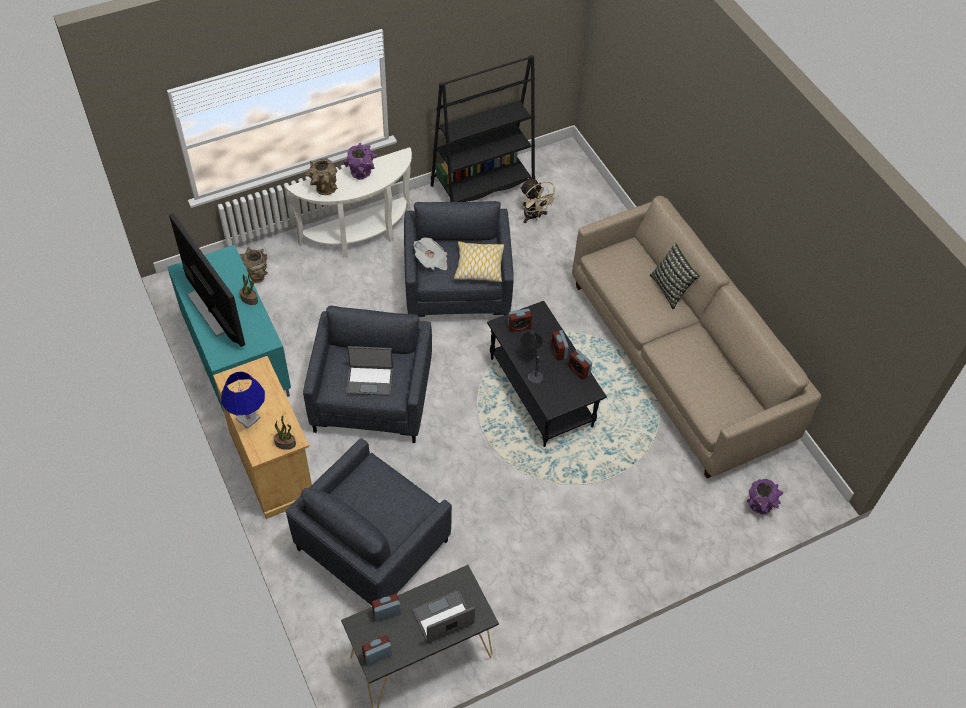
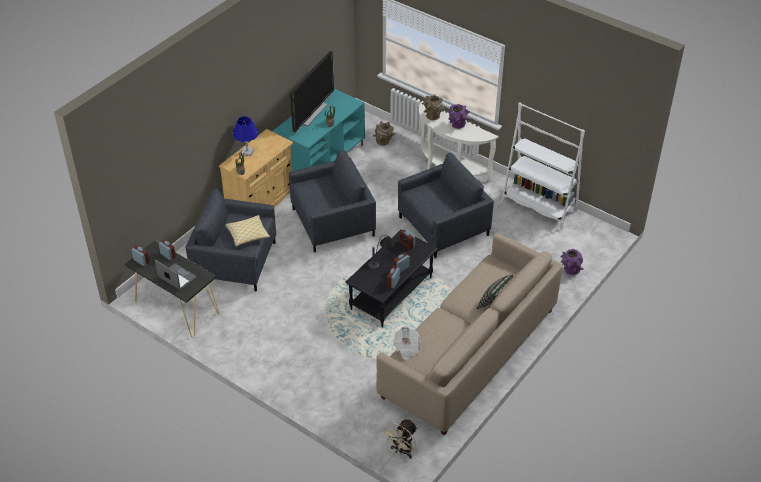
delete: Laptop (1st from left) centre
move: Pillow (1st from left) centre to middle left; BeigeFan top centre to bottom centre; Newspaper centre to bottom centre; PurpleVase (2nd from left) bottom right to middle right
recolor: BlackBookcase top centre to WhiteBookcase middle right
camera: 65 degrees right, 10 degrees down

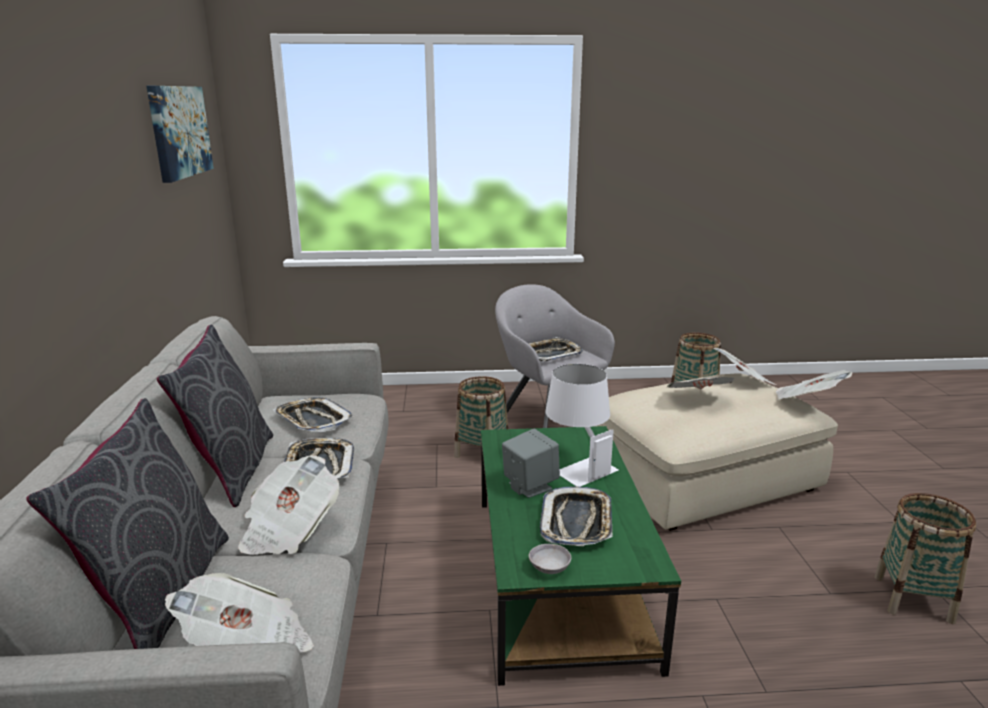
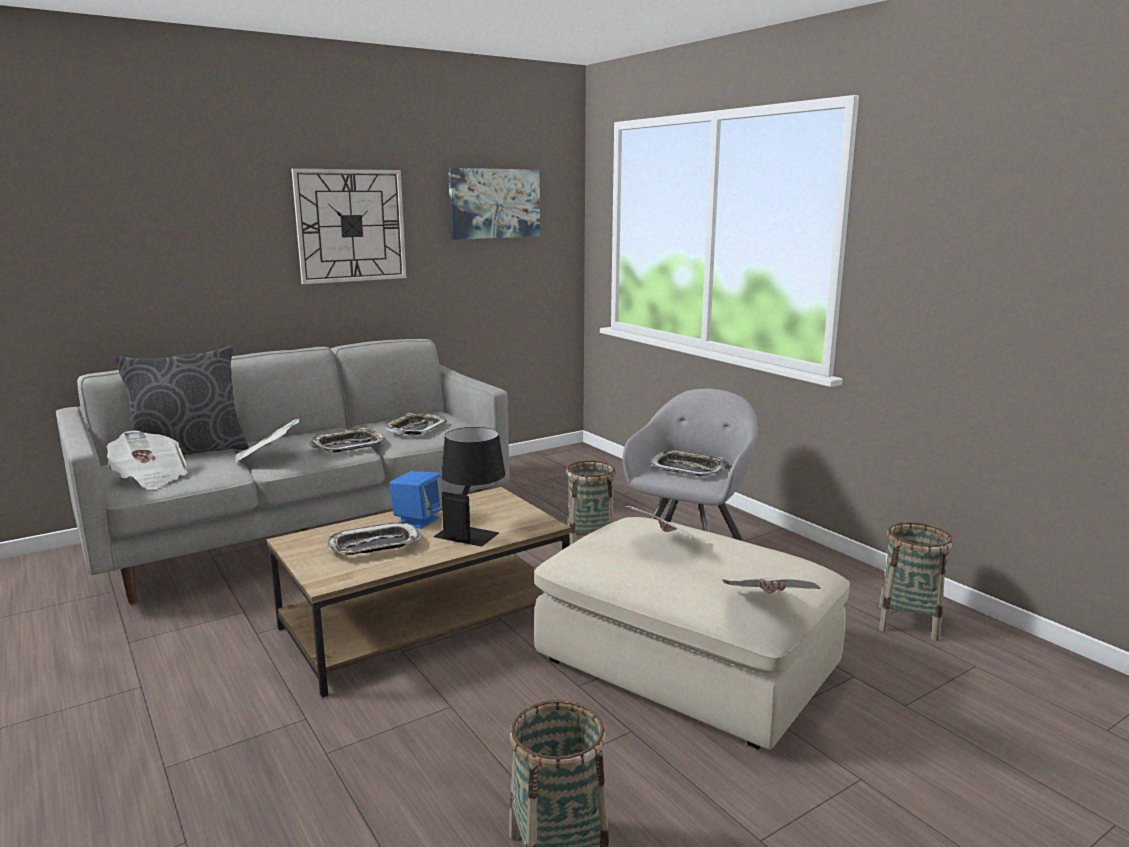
delete: GreyPillow (2nd from left) middle left; GreyBowl bottom centre; Newspaper (4th from left) middle right
insert: WallClock top left
recolor: GreenCoffeeTable bottom centre to BrownCoffeeTable bottom centre; GreySpeaker centre to BlueSpeaker centre; WhiteTableLamp centre to BlackTableLamp centre
camera: 60 degrees right, 5 degrees down

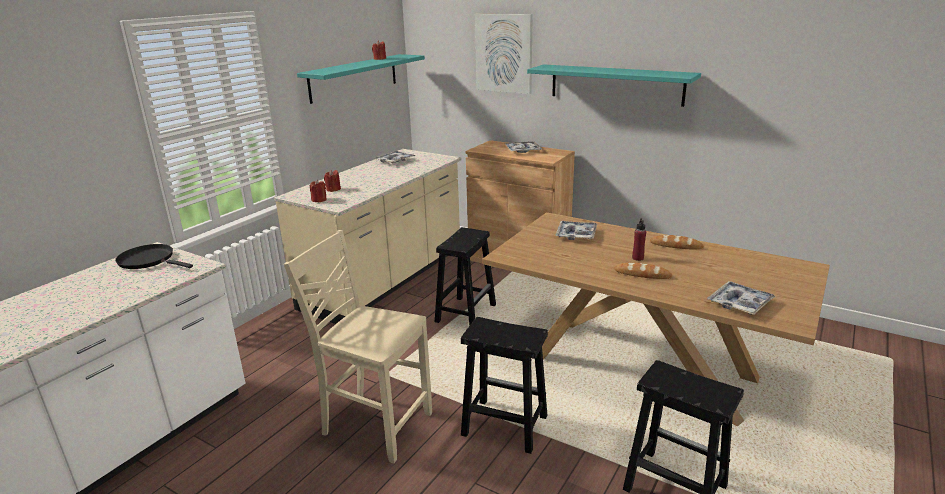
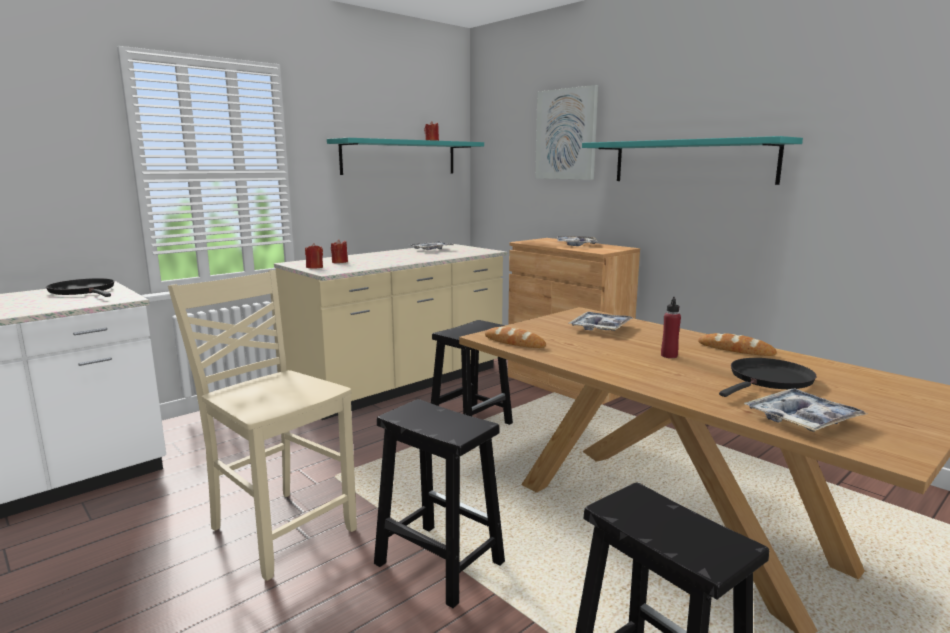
insert: BlackFryingPan (2nd from left) middle right
move: Bread (1st from left) middle right to centre
camera: 15 degrees right, 10 degrees down

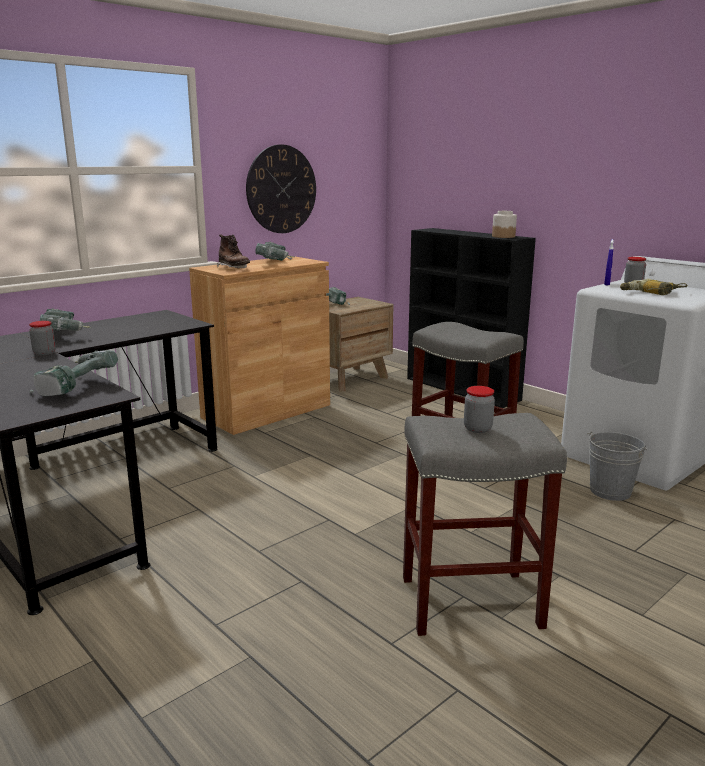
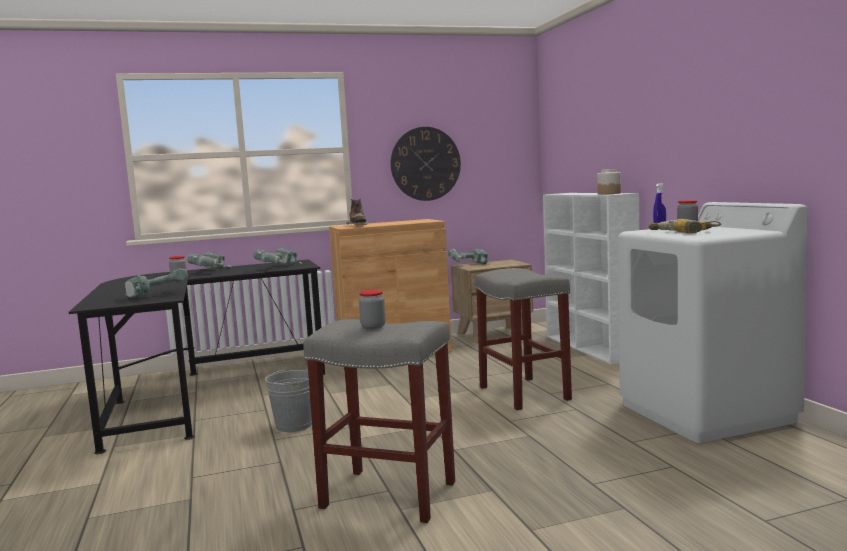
move: PowerDrill (3rd from left) top centre to middle left; GreyBucket middle right to bottom centre
recolor: BlackBookcase middle right to WhiteBookcase middle right
camera: 25 degrees right, 10 degrees down

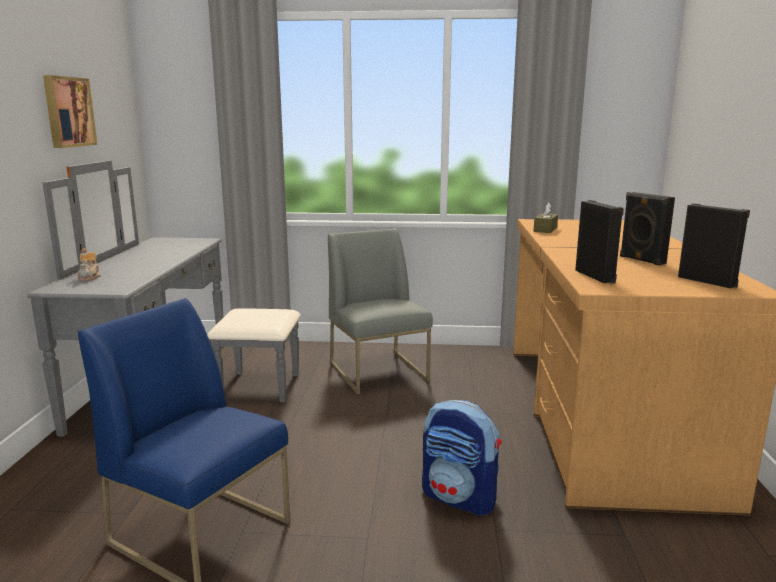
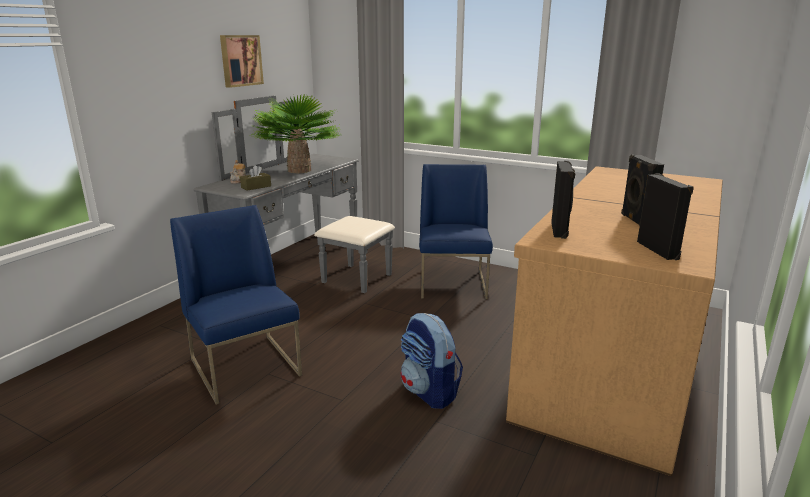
insert: PottedPlant top centre
move: BrownTissueBox middle right to middle left
recolor: GreyChair centre to BlueChair (2nd from left) centre
camera: 25 degrees right, 5 degrees up

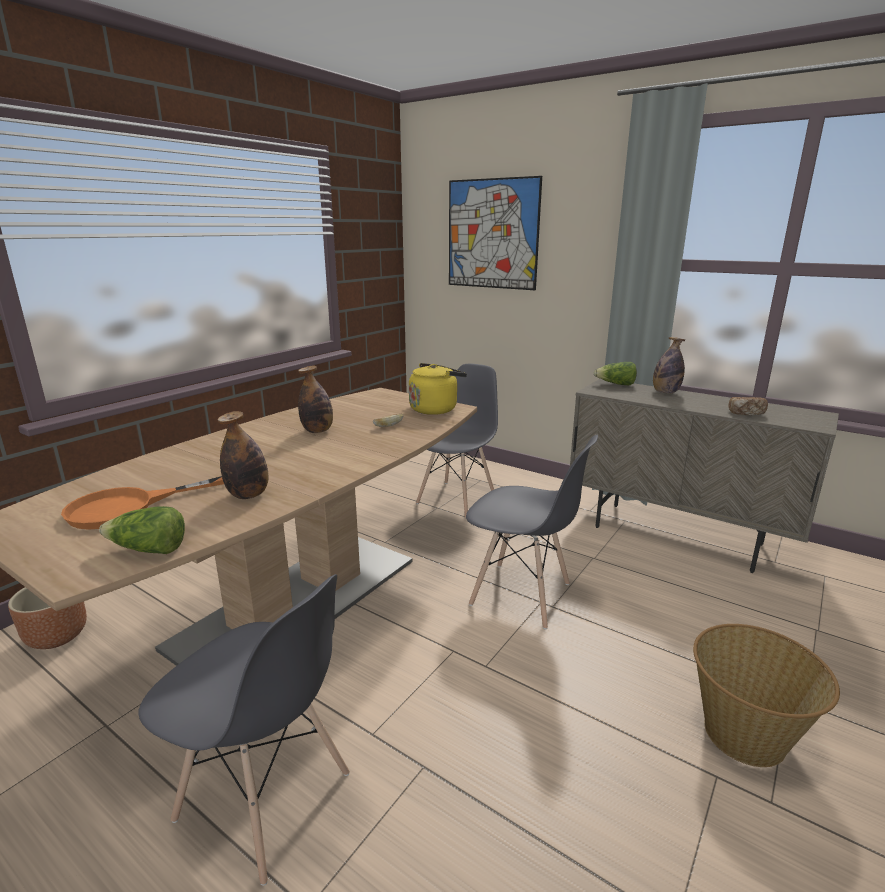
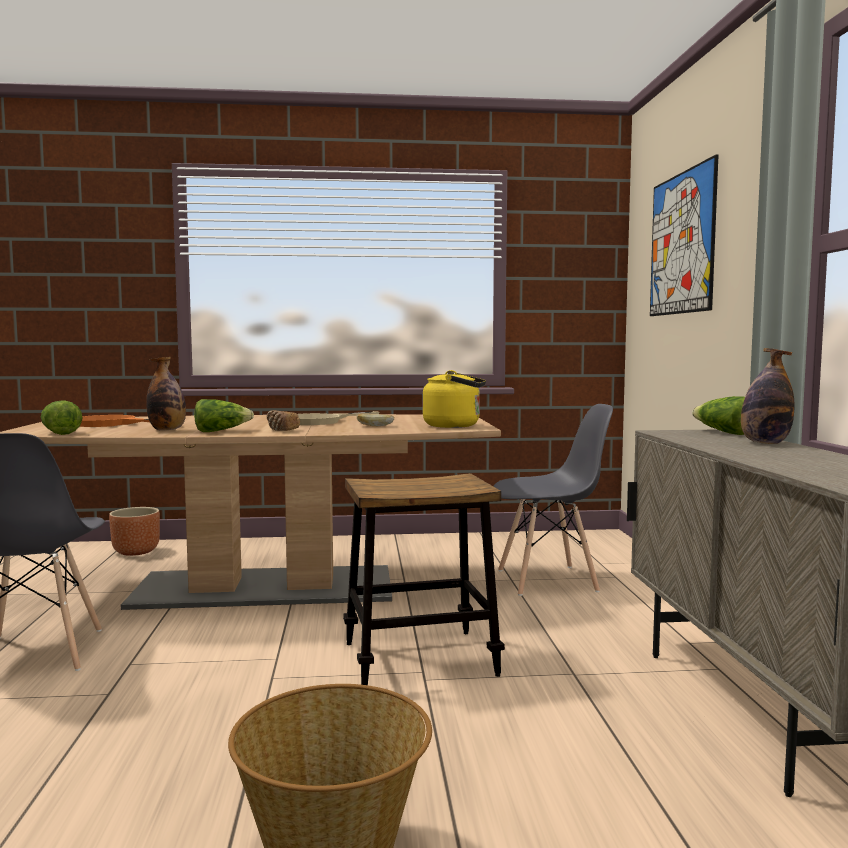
insert: Lettuce (2nd from left) middle left
move: Bread (2nd from left in the first image) middle right to Bread (1st from left) centre
replace: Bottle (2nd from left) centre to BeigeFryingPan centre; GreyChair (3rd from left) centre to Stool bottom centre
camera: 50 degrees right, 15 degrees down

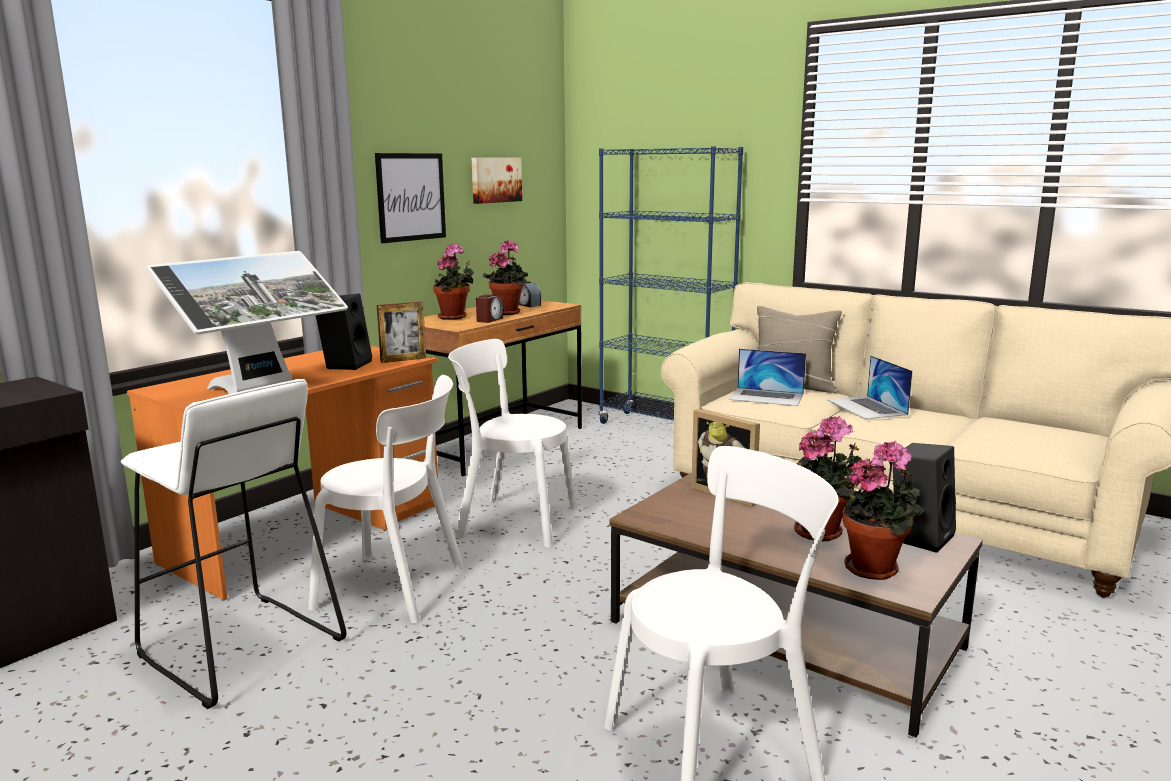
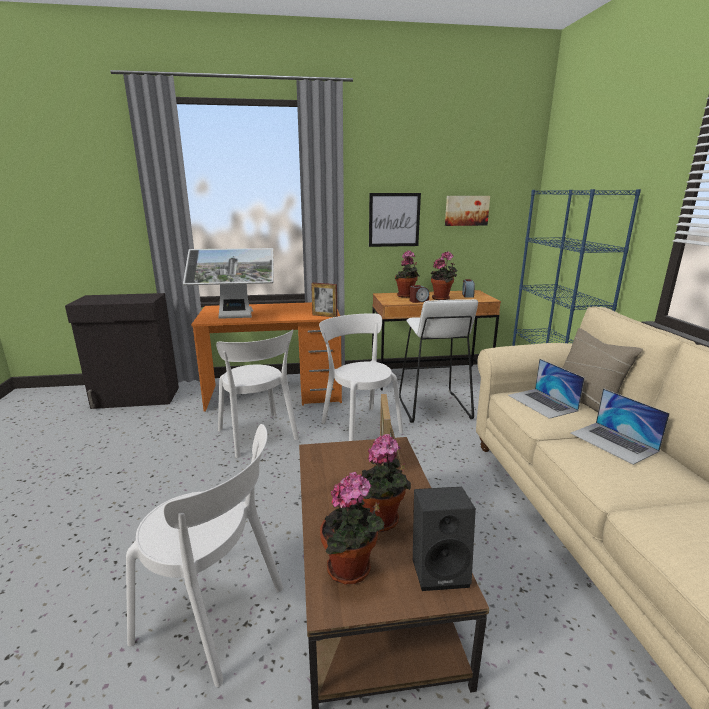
delete: BlackSpeaker (1st from left) middle left
move: WhiteStool bottom left to centre
rotate: Laptop (2nd from left) middle right = middle right 60 degrees counterclockwise
camera: 45 degrees right, 5 degrees up

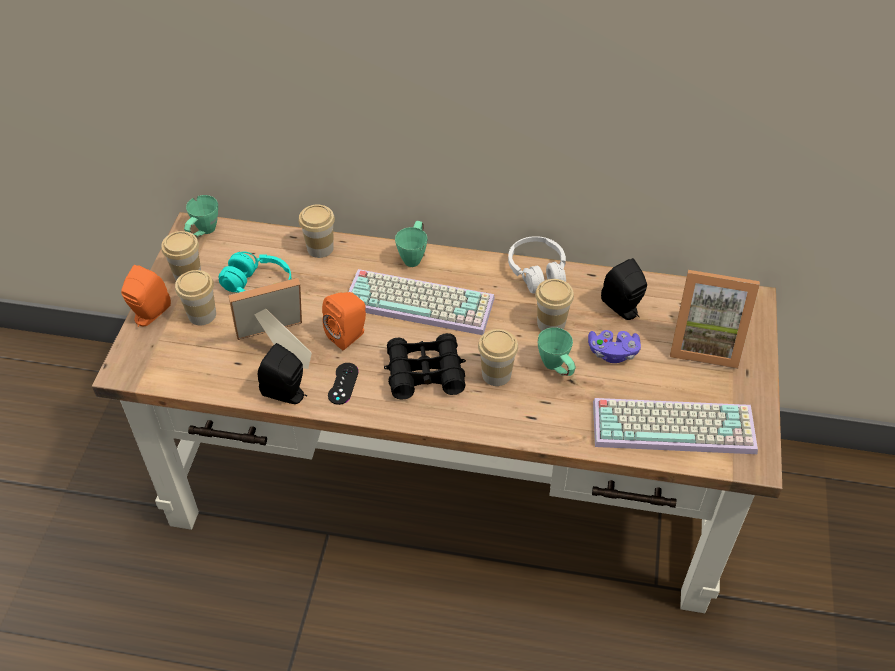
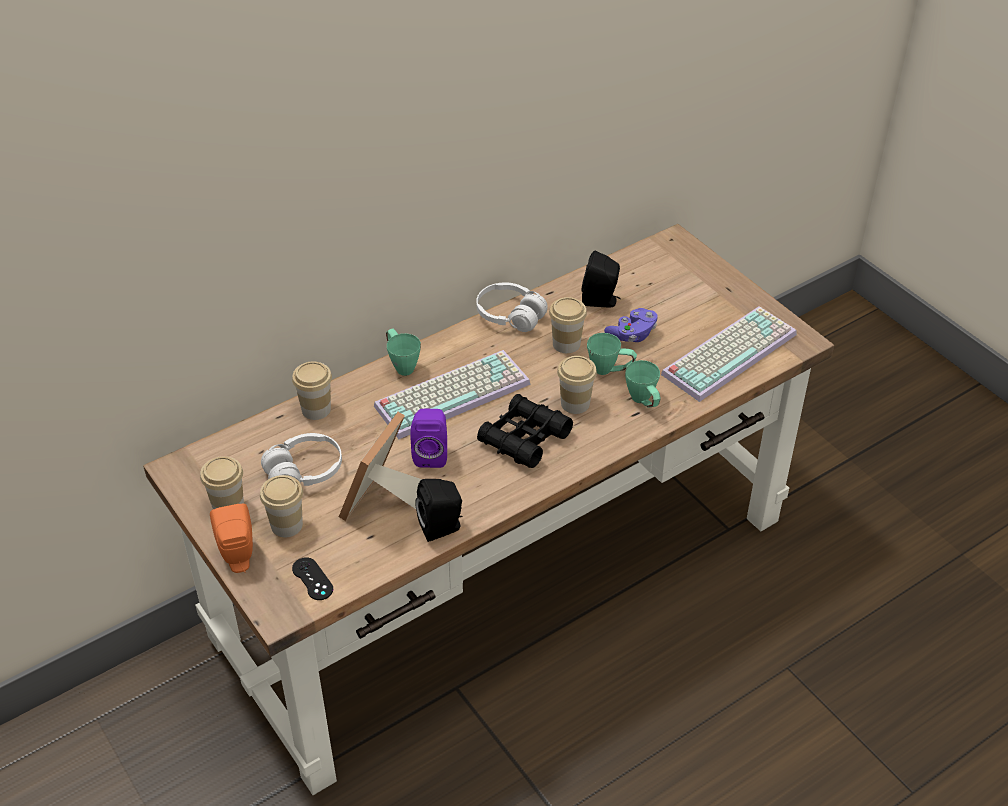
delete: PictureFrame (2nd from left) middle right
move: BlackGameController centre to bottom left; GreenMug (1st from left in the first image) top left to GreenMug (3rd from left) centre
recolor: TurquoiseHeadphones middle left to WhiteHeadphones (1st from left) middle left; OrangeSpeaker (2nd from left) centre to PurpleSpeaker centre
camera: 45 degrees left, 5 degrees down

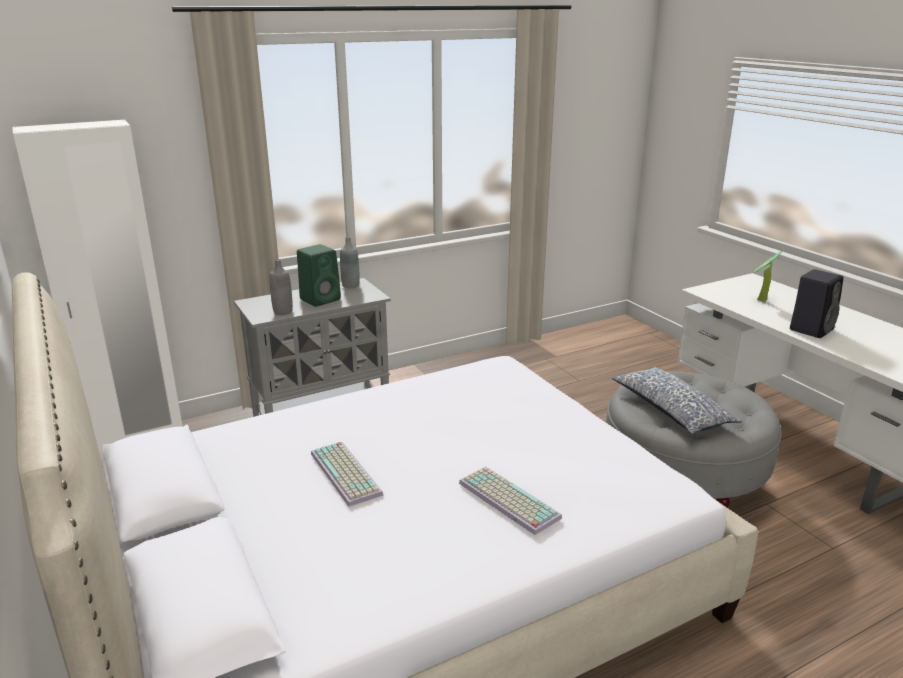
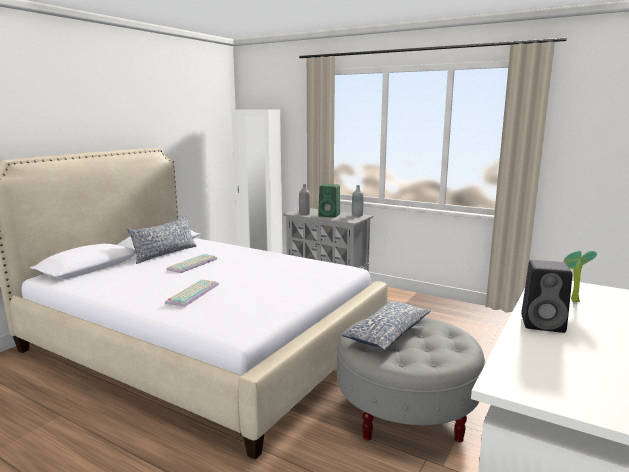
insert: Pillow (1st from left) middle left
camera: 60 degrees right, 10 degrees down

